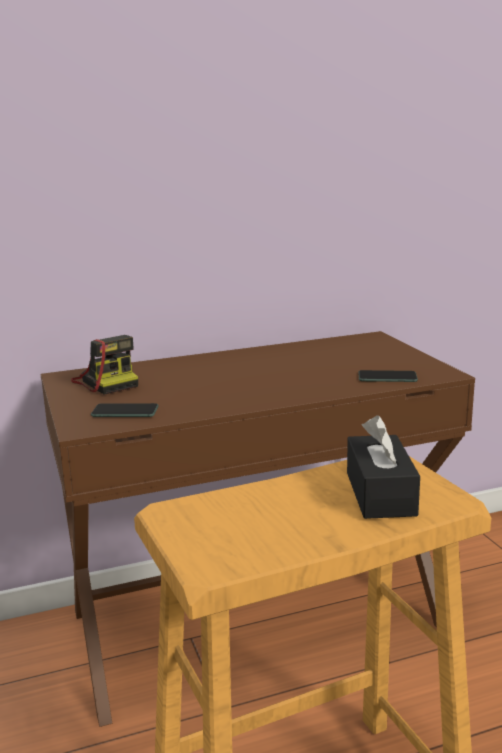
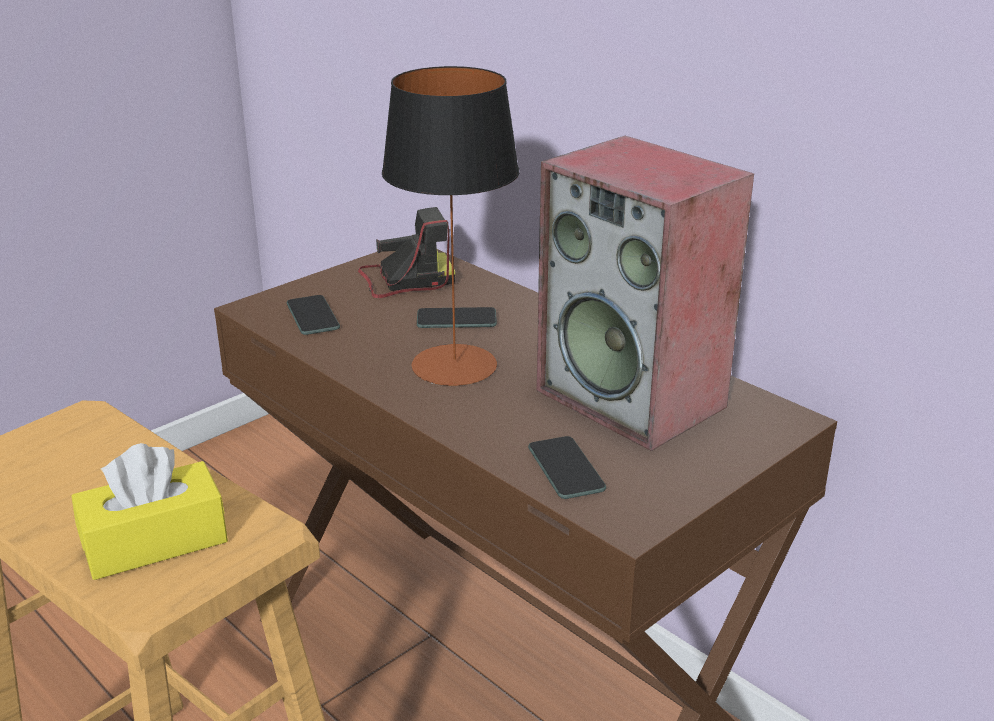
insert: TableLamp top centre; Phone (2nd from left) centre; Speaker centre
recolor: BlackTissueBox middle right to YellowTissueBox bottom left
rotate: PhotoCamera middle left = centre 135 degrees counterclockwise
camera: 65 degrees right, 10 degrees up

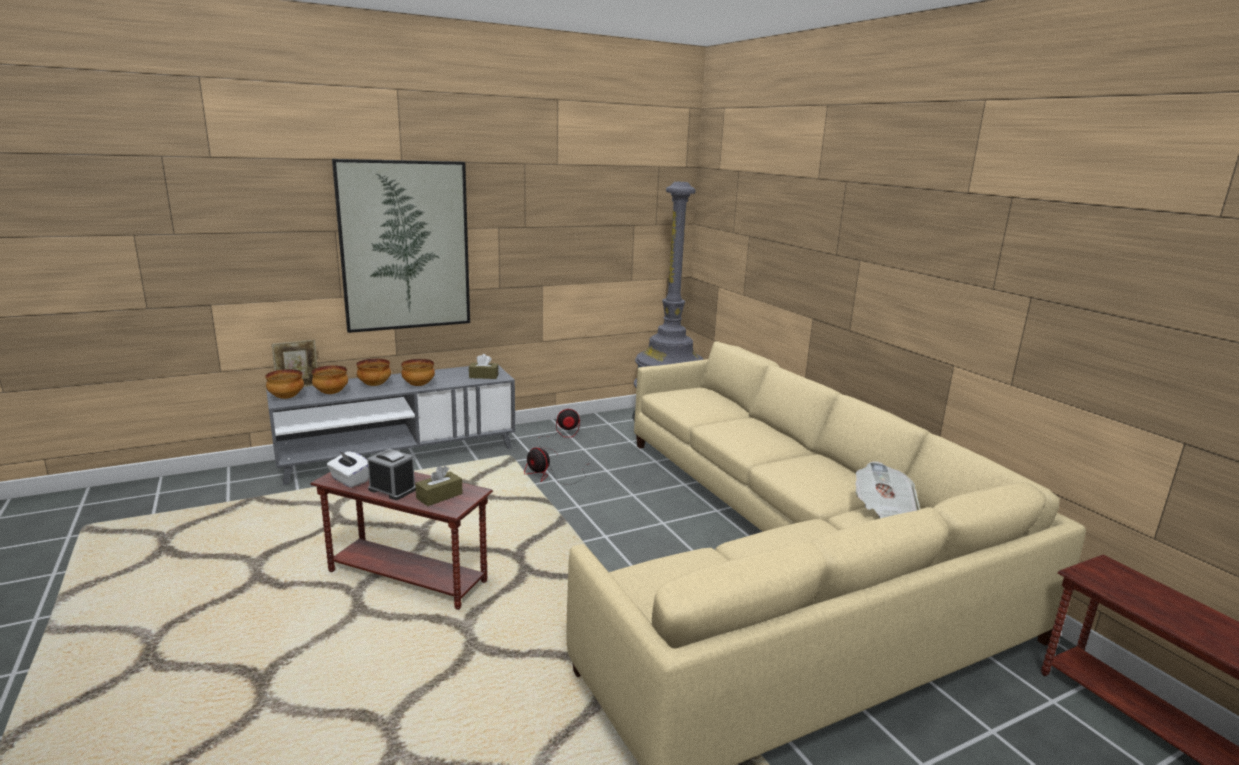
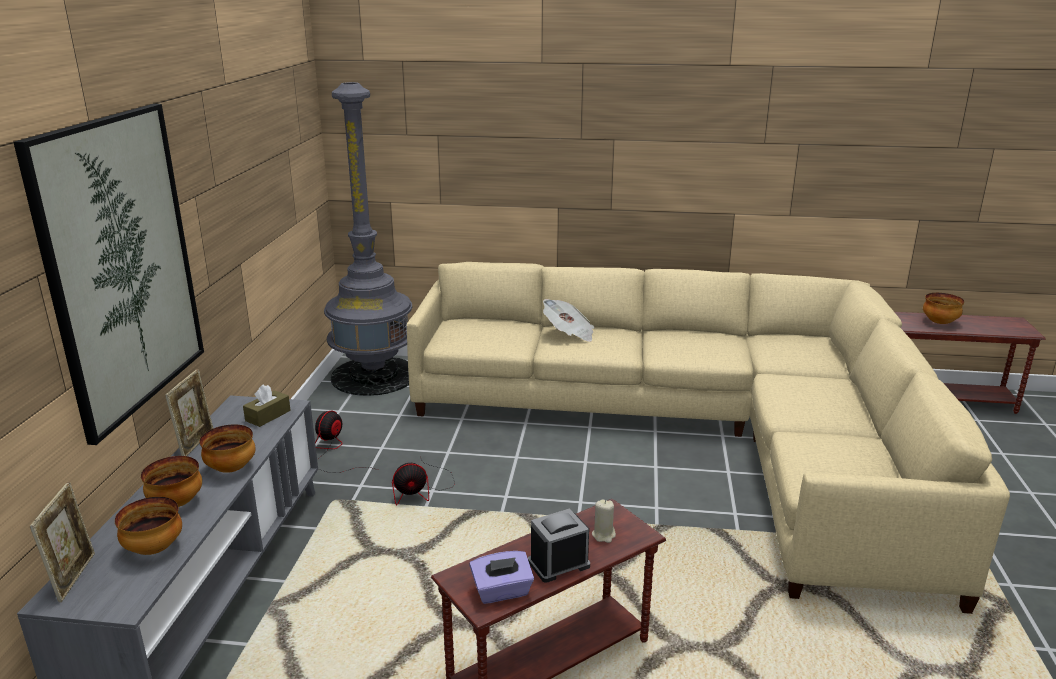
insert: PictureFrame (2nd from left) middle left
move: Newspaper middle right to centre; Bowl (1st from left in the first image) middle left to Bowl (4th from left) middle right
replace: BrownTissueBox (1st from left) centre to BeigeCandle bottom centre
recolor: WhiteTissueBox middle left to PurpleTissueBox bottom centre
camera: 55 degrees left, 5 degrees up

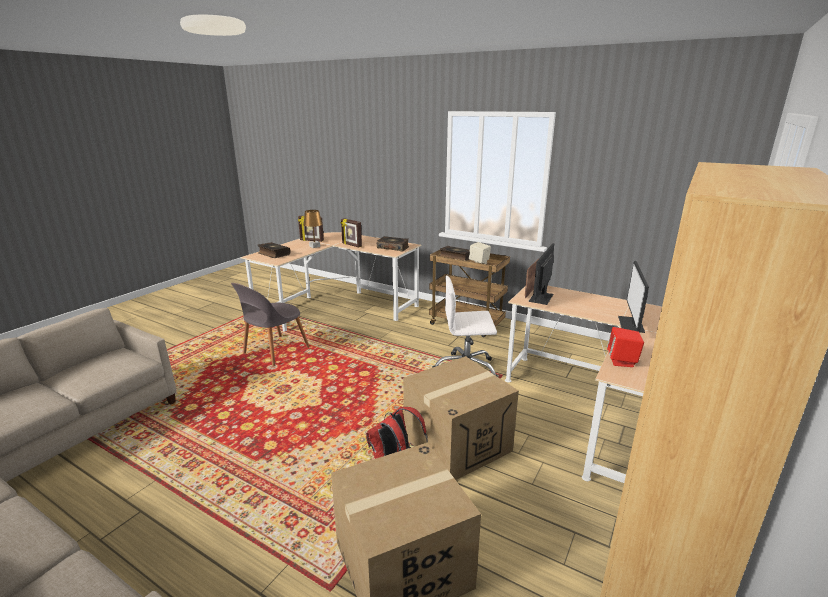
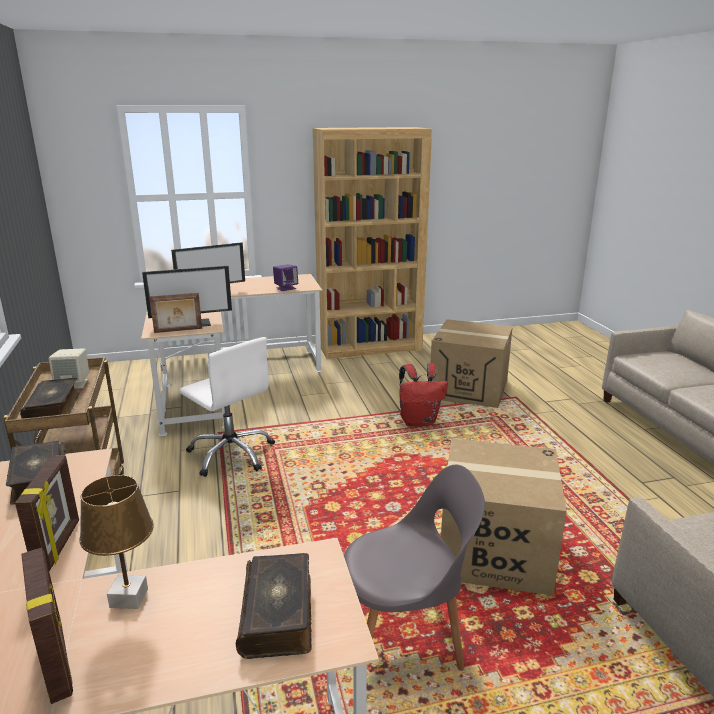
move: CardboardBox (2nd from left) bottom centre to bottom right
recolor: RedSpeaker middle right to PurpleSpeaker centre
camera: 135 degrees left, 0 degrees up

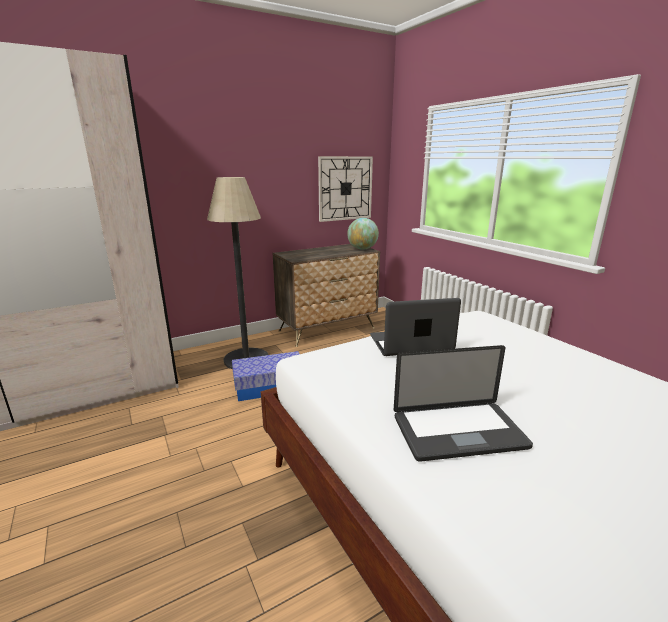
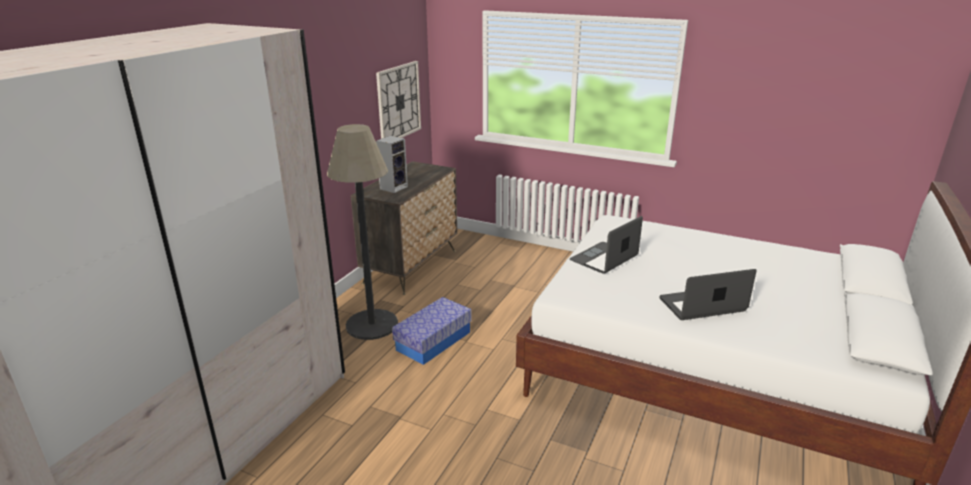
delete: Globe centre
insert: Speaker centre
rotate: Laptop (2nd from left) middle right = middle right 150 degrees counterclockwise
camera: 35 degrees left, 5 degrees up

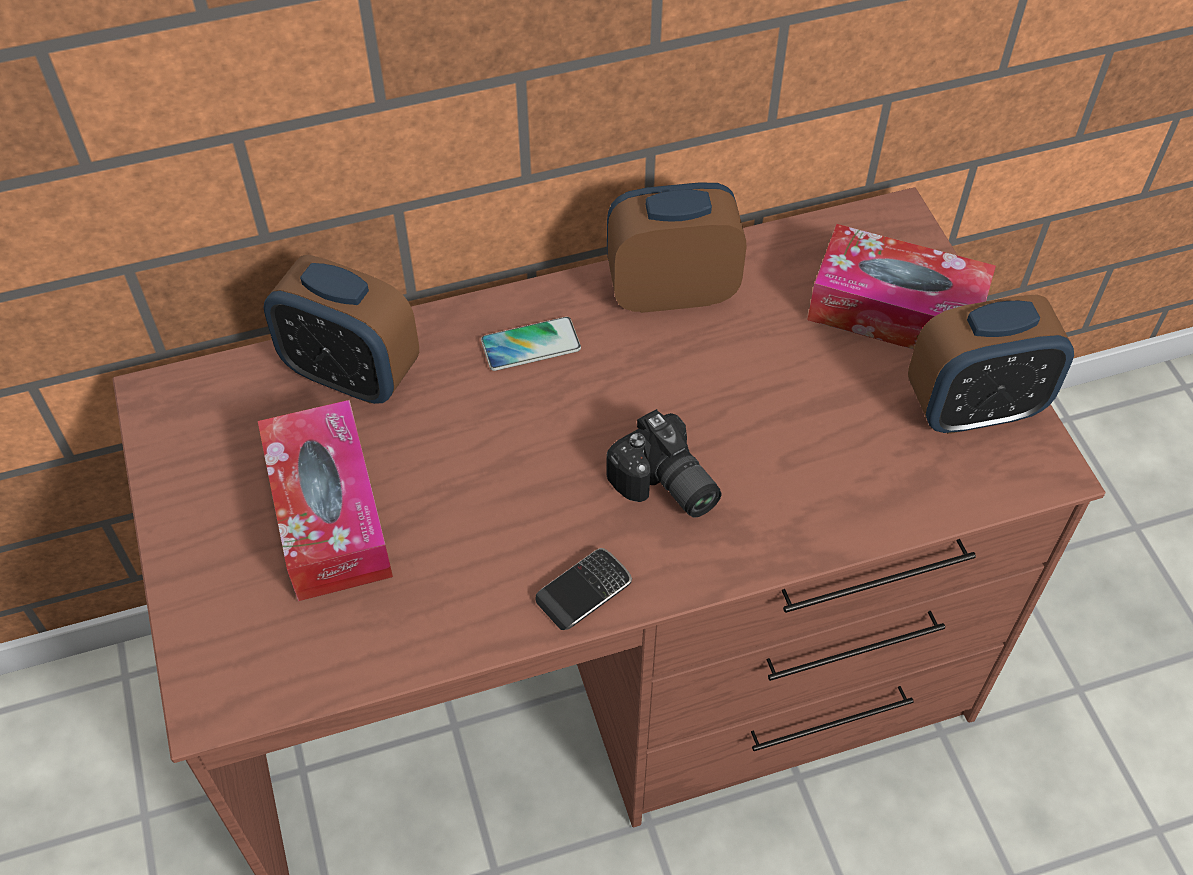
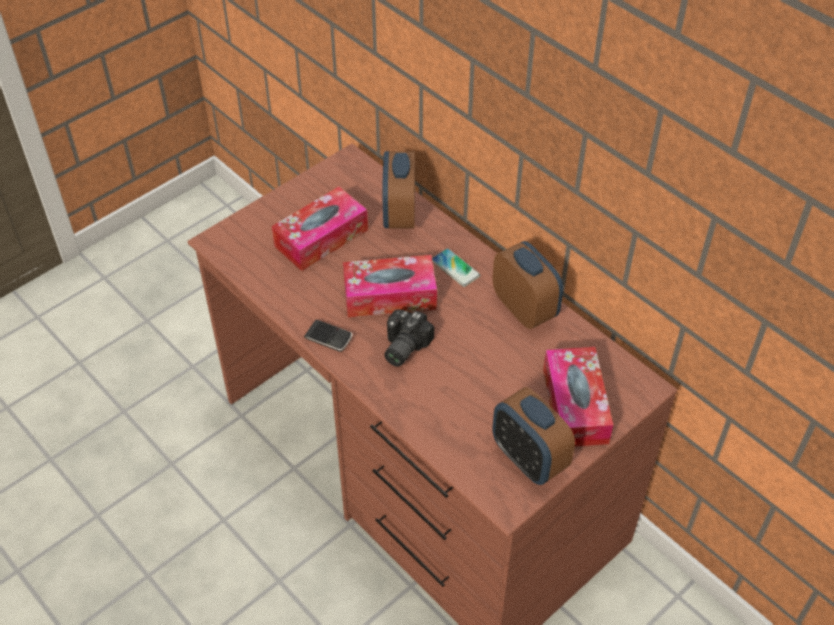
insert: TissueBox (2nd from left) centre
camera: 65 degrees right, 5 degrees down

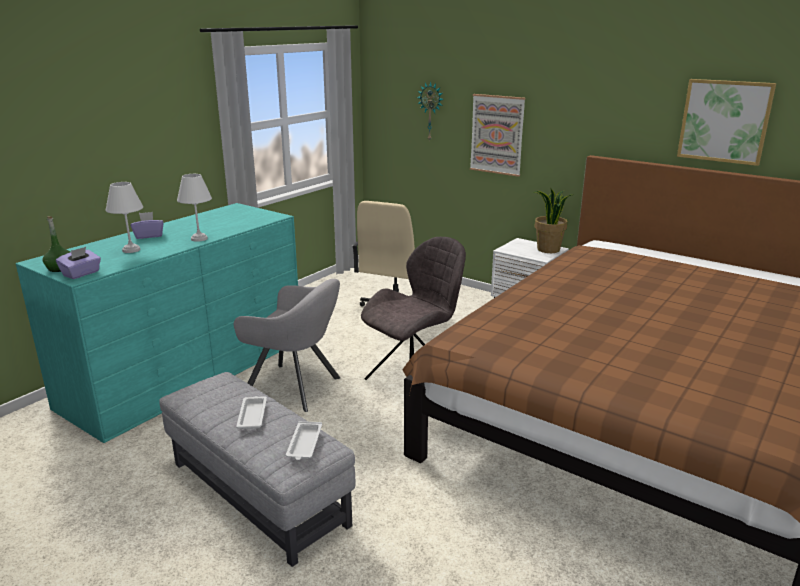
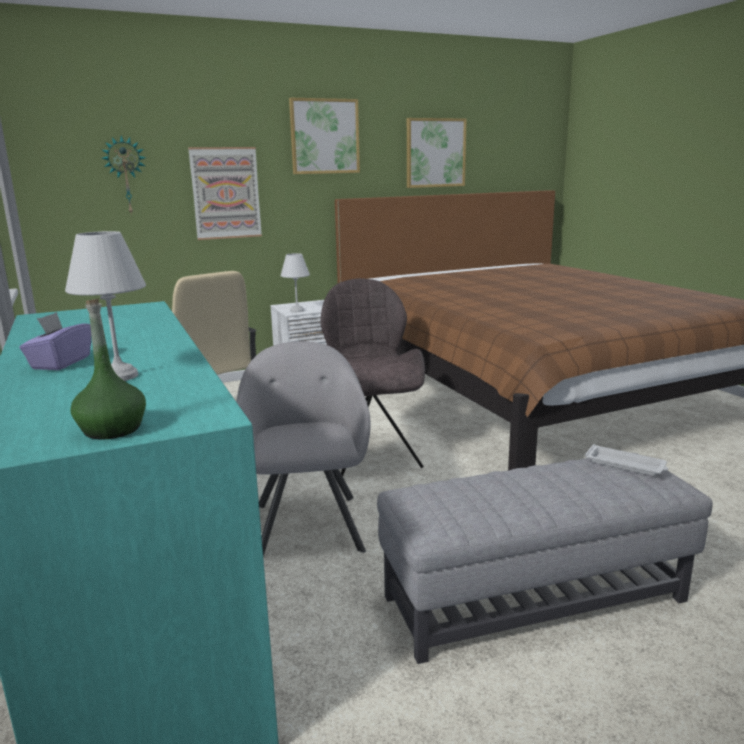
delete: PurpleTissueBox (1st from left) middle left; WhiteTray (1st from left) bottom left; PottedPlant middle right
insert: Picture (2nd from left) top centre
move: WhiteTableLamp (2nd from left) middle left to centre
rotate: GreyArmchair centre = centre 60 degrees counterclockwise
camera: 60 degrees left, 5 degrees down

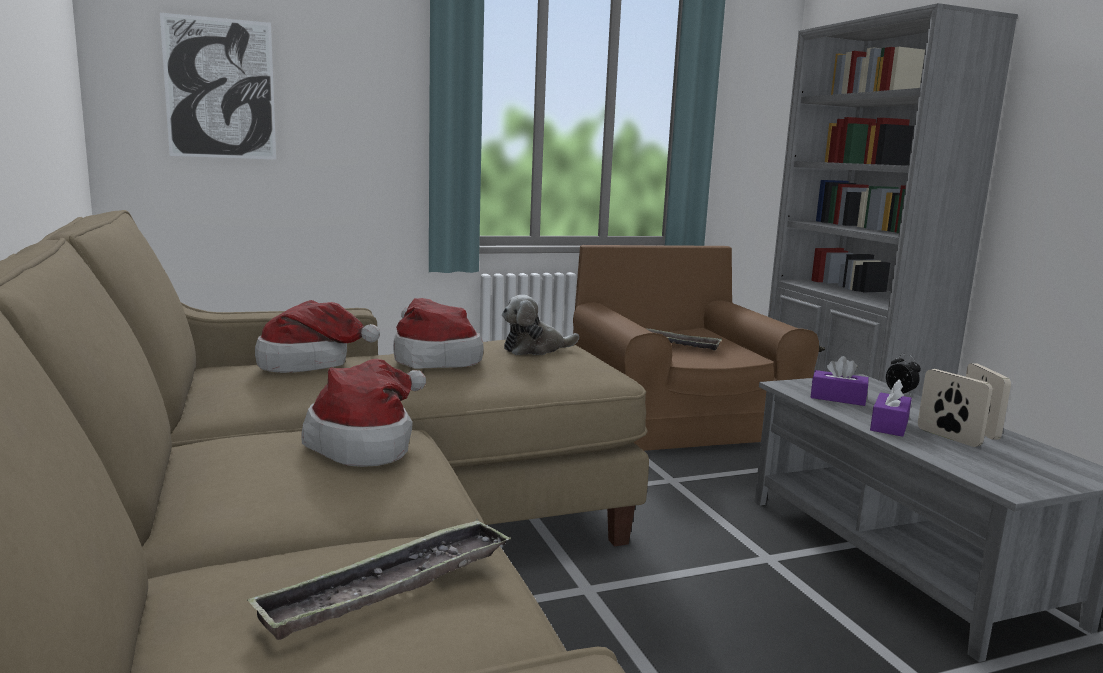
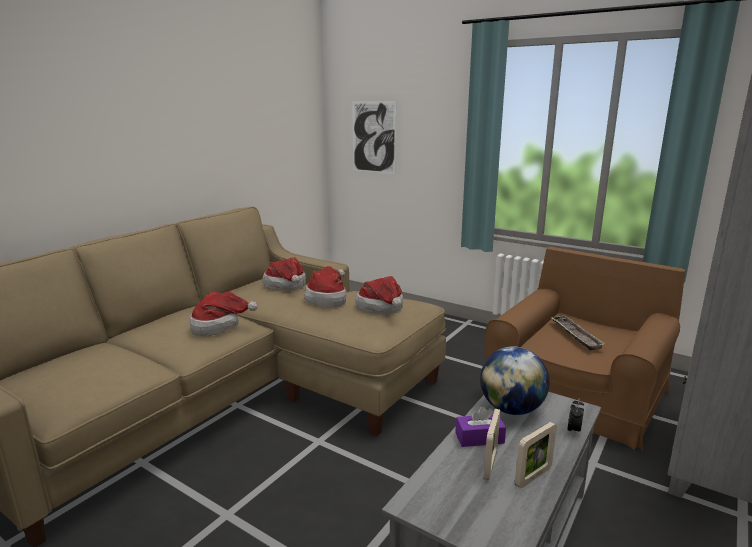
delete: Tray (1st from left) bottom centre
replace: PlushToy centre to Hat (4th from left) centre; PurpleTissueBox (1st from left) middle right to Globe bottom right
camera: 55 degrees right, 5 degrees up

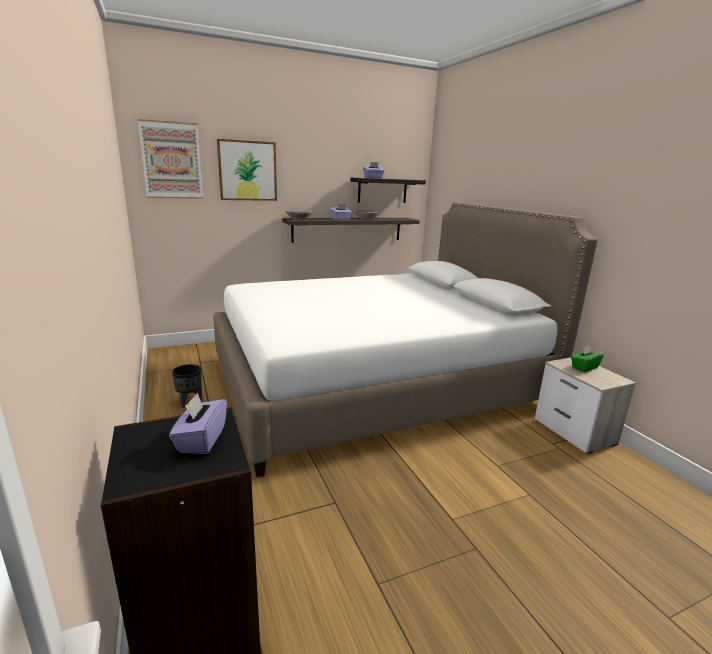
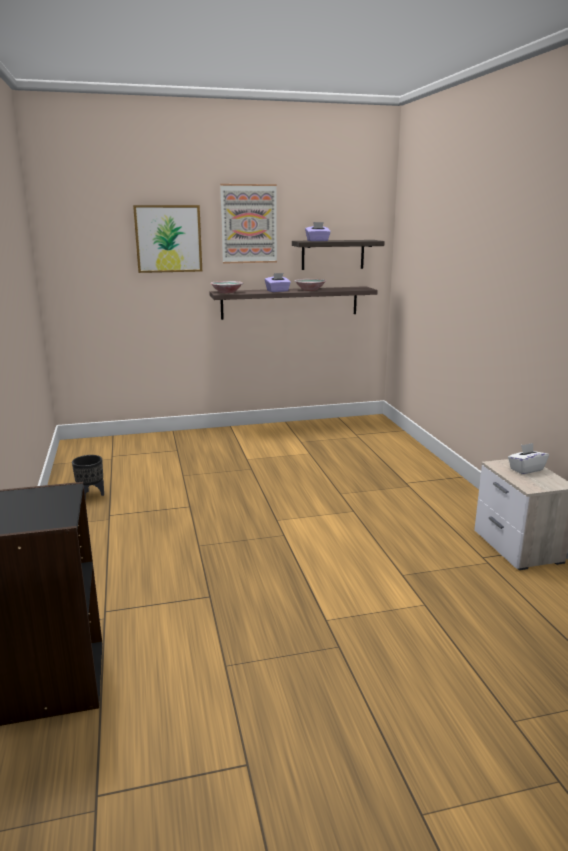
delete: PurpleTissueBox (1st from left) middle left; WhiteBed centre
move: Picture (1st from left in the first image) top left to Picture (2nd from left) top centre
recolor: GreenTissueBox middle right to WhiteTissueBox middle right
camera: 10 degrees right, 0 degrees up

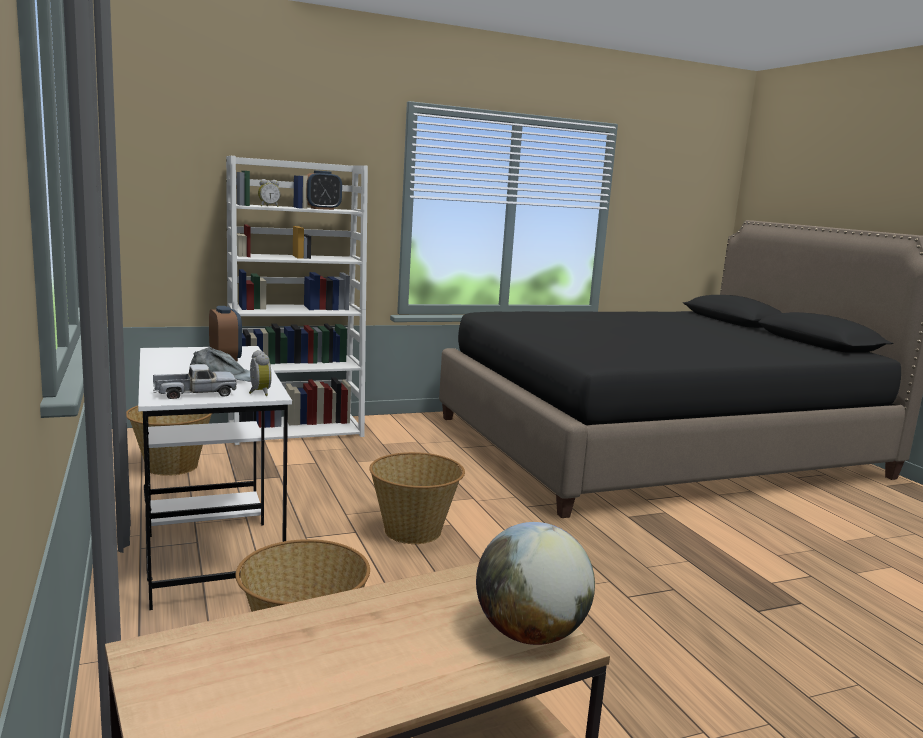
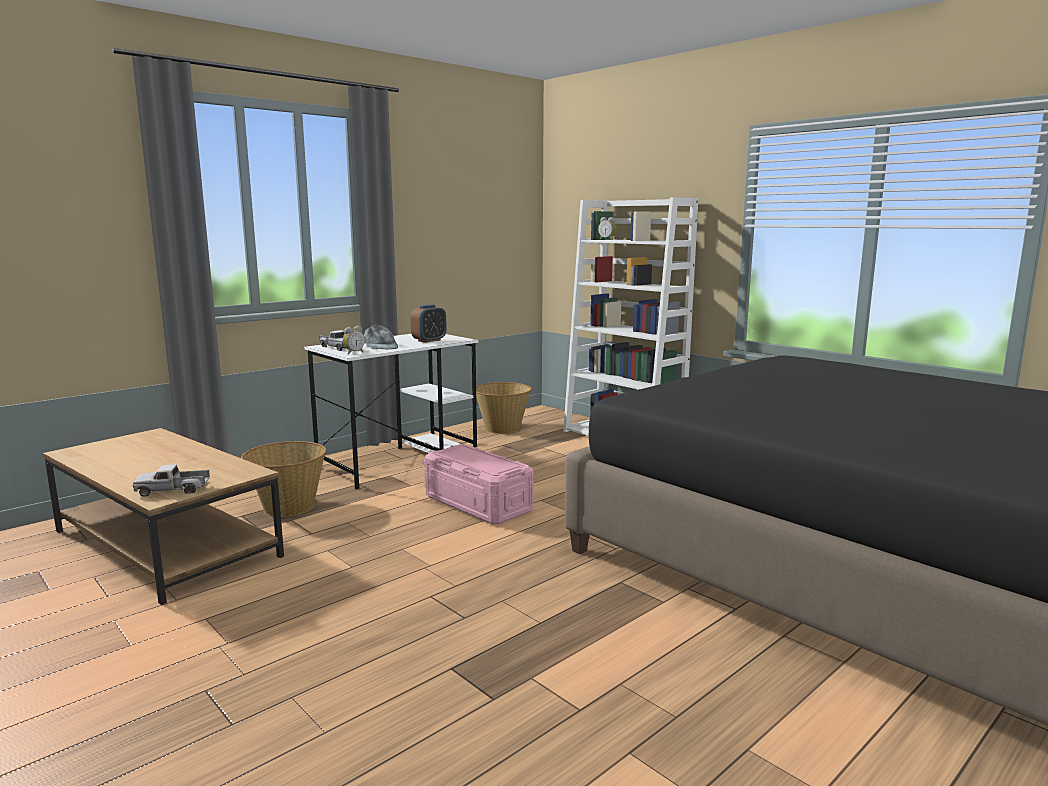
delete: AlarmClock (4th from left) top centre
replace: Globe bottom centre to ToyTruck (1st from left) middle left; Basket (3rd from left) bottom centre to PinkStorageBox centre
camera: 70 degrees right, 0 degrees up

